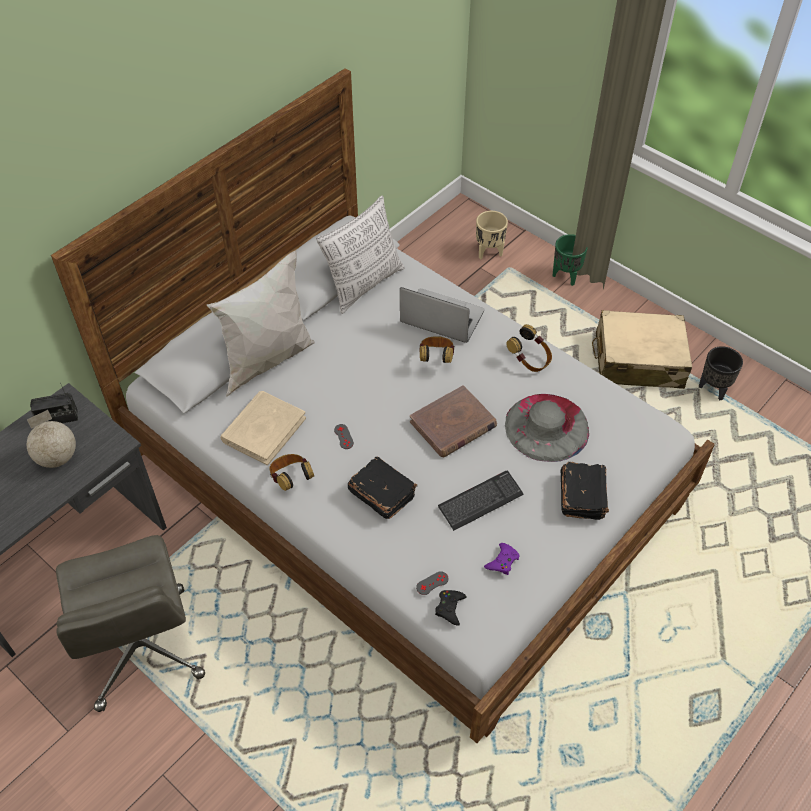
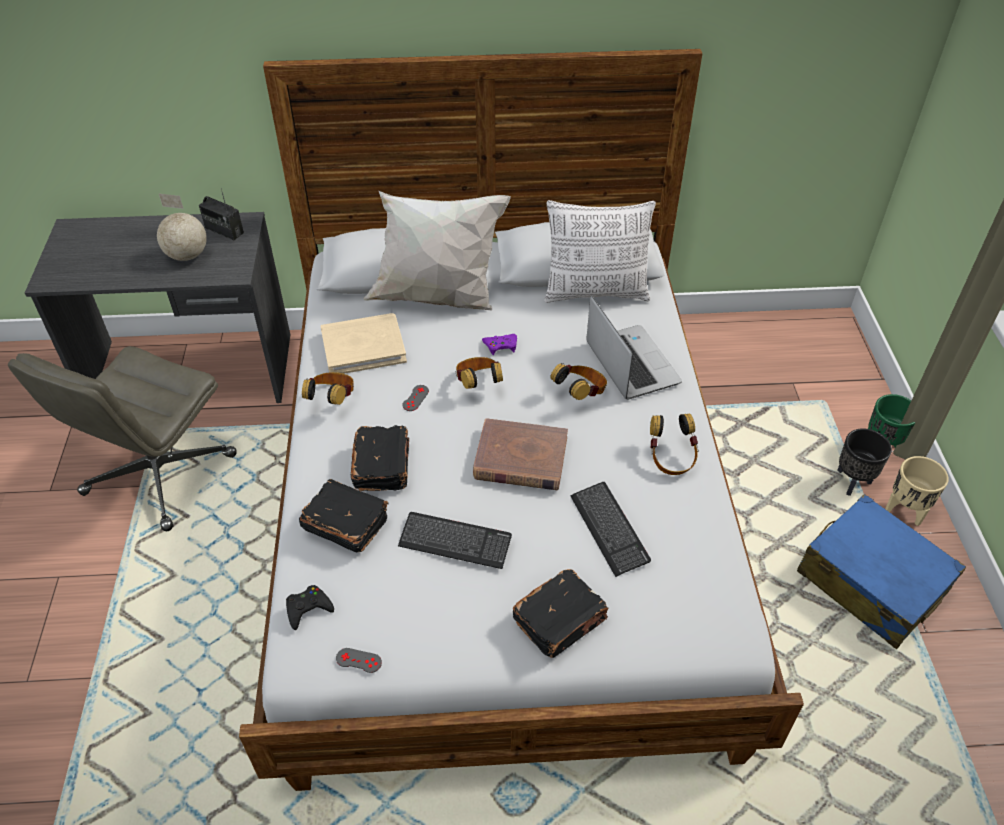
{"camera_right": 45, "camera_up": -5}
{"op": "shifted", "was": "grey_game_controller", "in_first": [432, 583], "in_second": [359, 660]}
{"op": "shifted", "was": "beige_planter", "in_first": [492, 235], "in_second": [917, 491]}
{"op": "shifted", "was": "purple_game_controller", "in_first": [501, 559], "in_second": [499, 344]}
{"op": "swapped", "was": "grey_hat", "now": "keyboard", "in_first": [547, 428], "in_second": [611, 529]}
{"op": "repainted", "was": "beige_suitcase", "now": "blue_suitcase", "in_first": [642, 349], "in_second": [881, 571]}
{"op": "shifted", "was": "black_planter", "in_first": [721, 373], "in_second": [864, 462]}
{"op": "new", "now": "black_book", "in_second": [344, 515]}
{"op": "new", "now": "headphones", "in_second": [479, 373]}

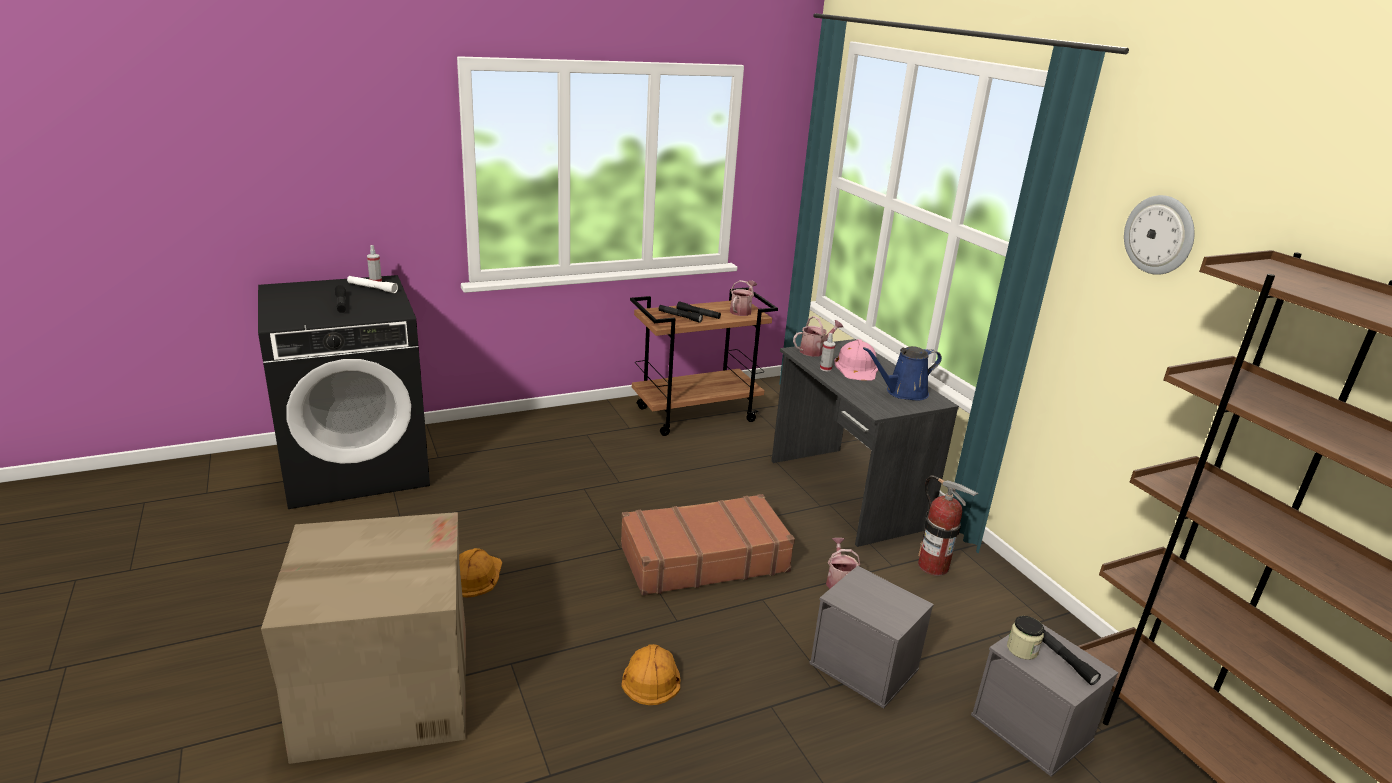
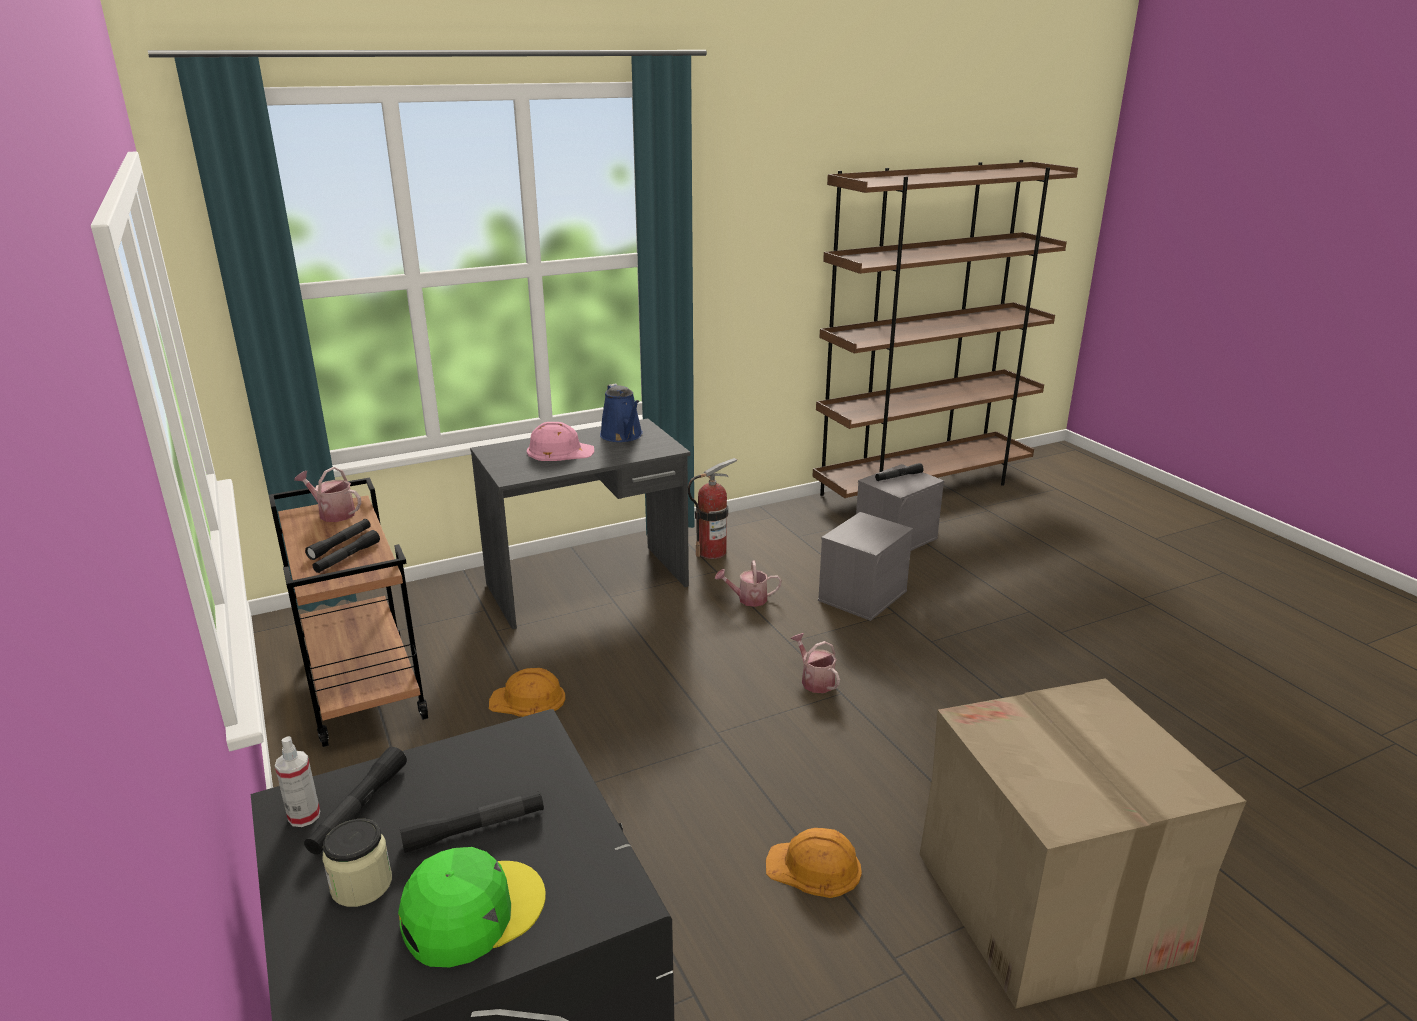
{"camera_right": -90, "camera_up": 0}
{"op": "repainted", "was": "white_flashlight", "now": "black_flashlight", "in_first": [372, 284], "in_second": [355, 801]}
{"op": "gone", "was": "brown_suitcase", "in_first": [708, 545]}
{"op": "shifted", "was": "orange_hard_hat", "in_first": [650, 674], "in_second": [527, 692]}
{"op": "shifted", "was": "watering_can", "in_first": [818, 336], "in_second": [815, 663]}
{"op": "gone", "was": "spray_bottle", "in_first": [828, 352]}
{"op": "shifted", "was": "jar", "in_first": [1025, 638], "in_second": [357, 863]}
{"op": "gone", "was": "wall_clock", "in_first": [1159, 235]}
{"op": "new", "now": "green_cap", "in_second": [472, 907]}

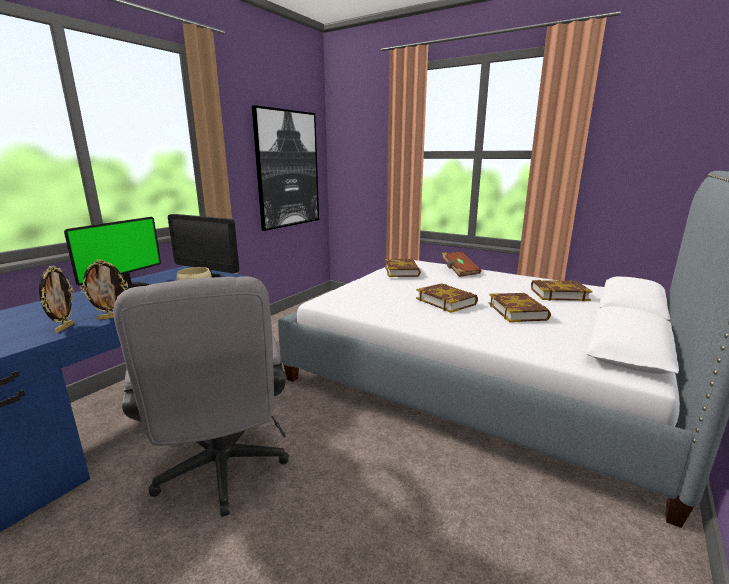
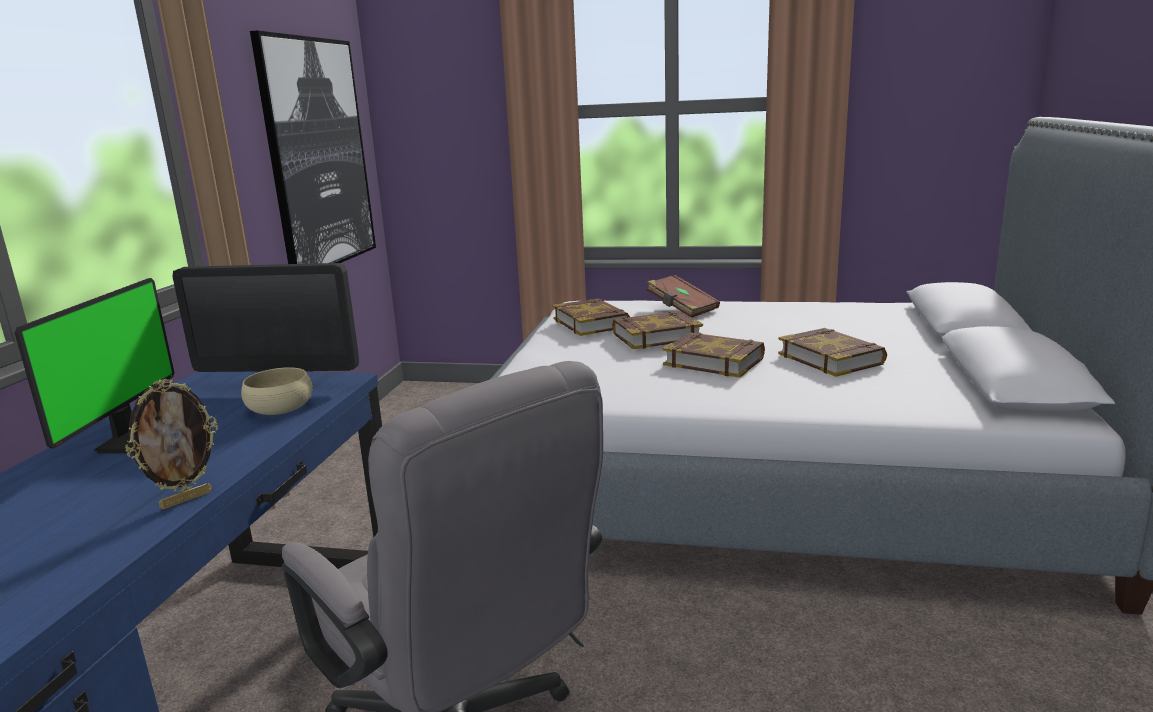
{"camera_right": -20, "camera_up": 0}
{"op": "gone", "was": "picture_frame", "in_first": [56, 299]}
{"op": "shifted", "was": "book", "in_first": [562, 290], "in_second": [657, 330]}

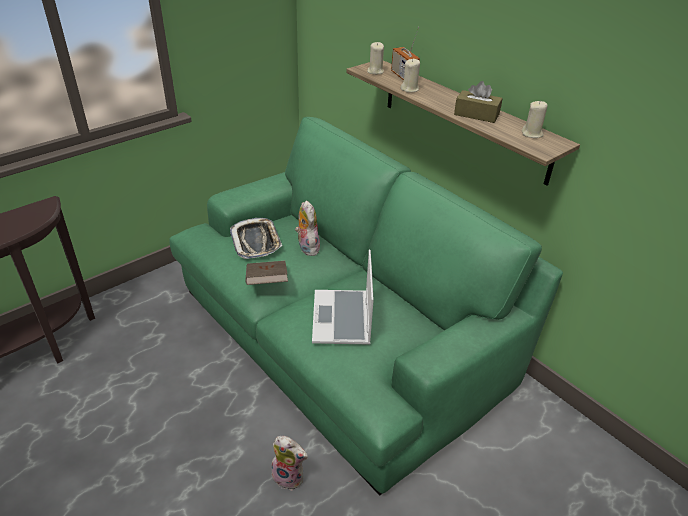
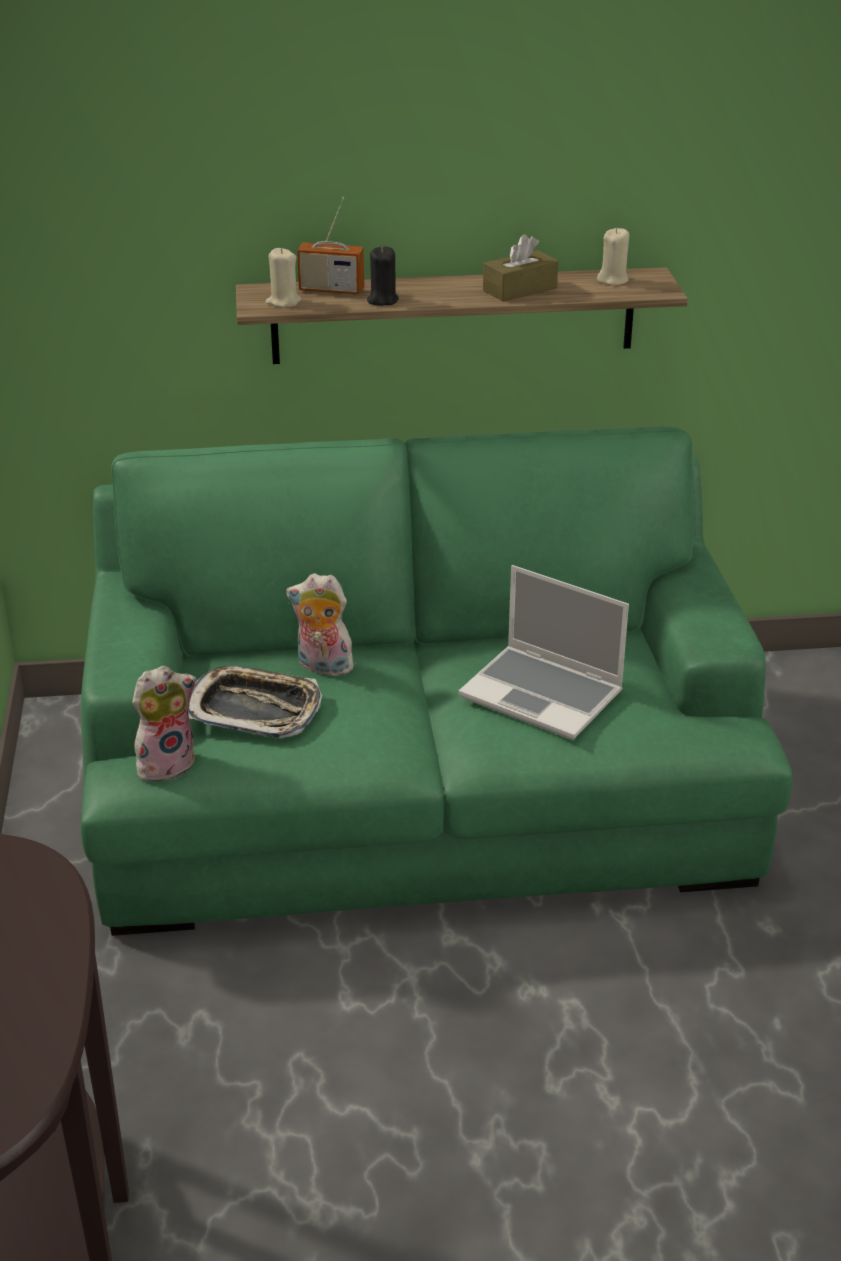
{"camera_right": -55, "camera_up": -5}
{"op": "gone", "was": "brown_book", "in_first": [266, 273]}
{"op": "shifted", "was": "plush_toy", "in_first": [289, 463], "in_second": [164, 724]}
{"op": "repainted", "was": "beige_candle", "now": "black_candle", "in_first": [410, 76], "in_second": [383, 276]}

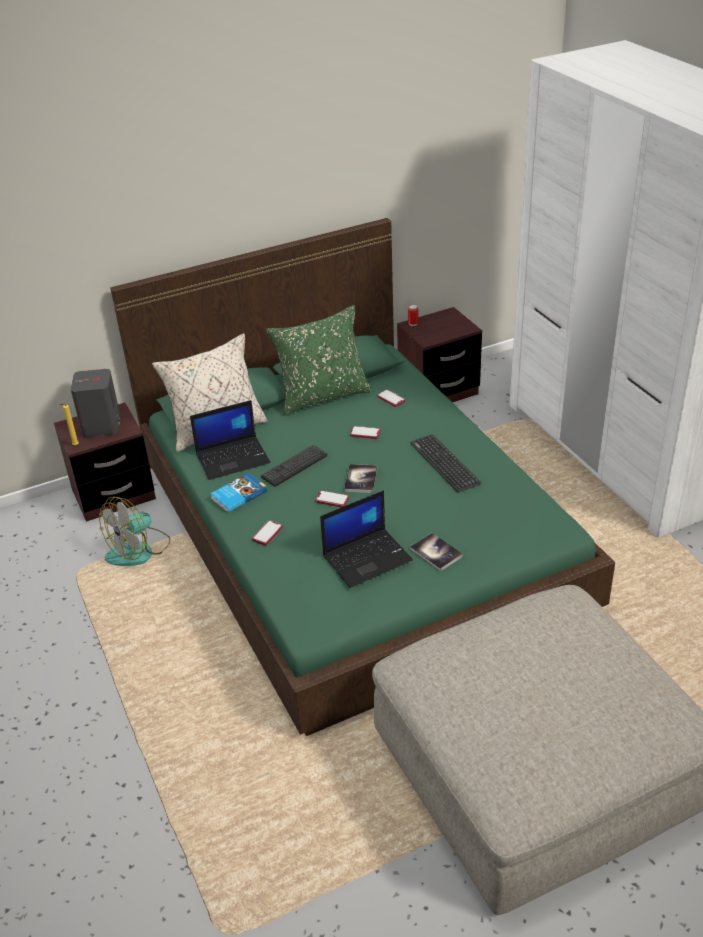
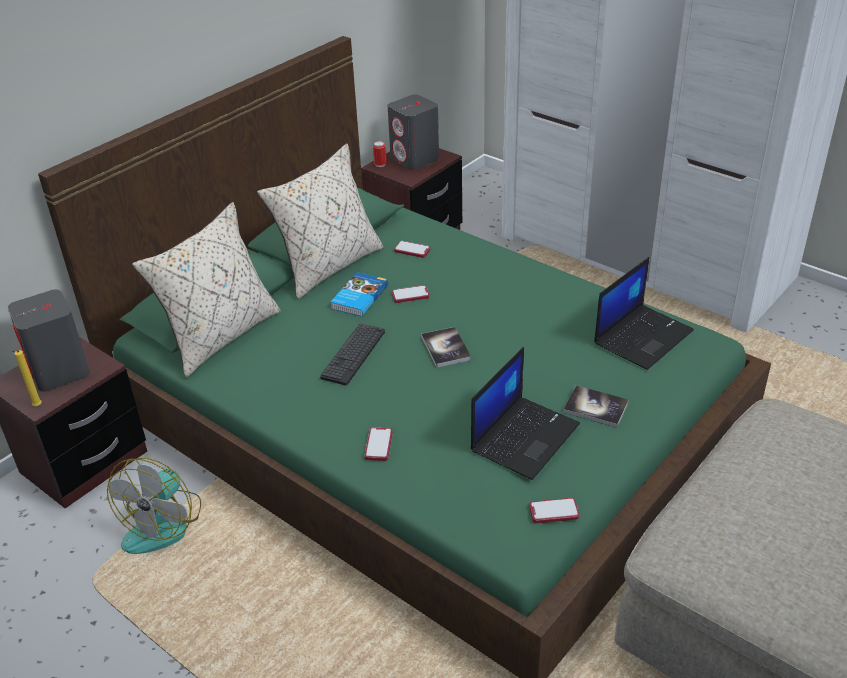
{"camera_right": -25, "camera_up": 0}
{"op": "shifted", "was": "laptop", "in_first": [230, 440], "in_second": [644, 313]}
{"op": "shifted", "was": "book", "in_first": [238, 493], "in_second": [359, 294]}
{"op": "repainted", "was": "green_pillow", "now": "beige_pillow", "in_first": [319, 360], "in_second": [320, 221]}
{"op": "shifted", "was": "phone", "in_first": [332, 498], "in_second": [554, 510]}
{"op": "gone", "was": "keyboard", "in_first": [445, 463]}
{"op": "new", "now": "grey_speaker", "in_second": [413, 132]}

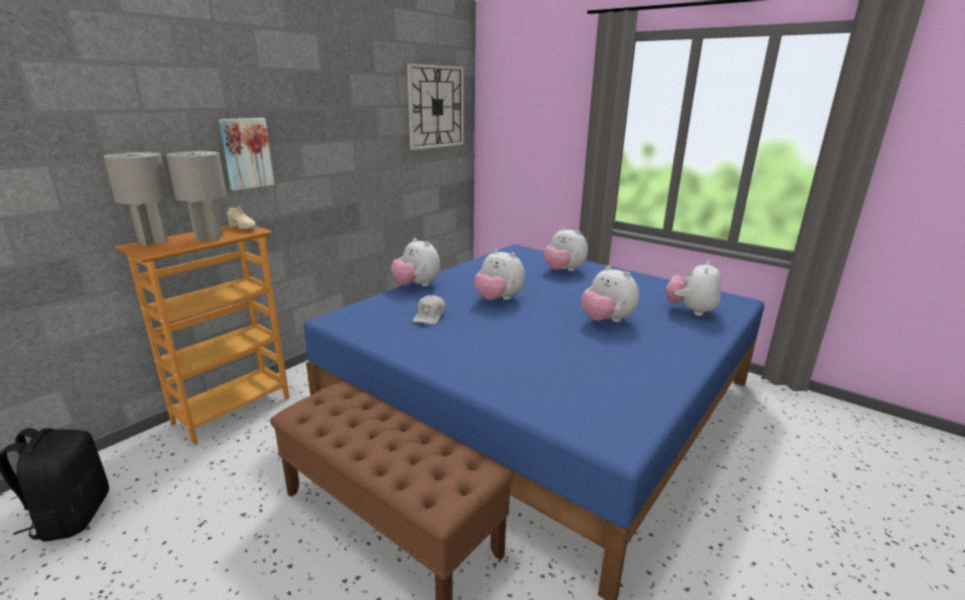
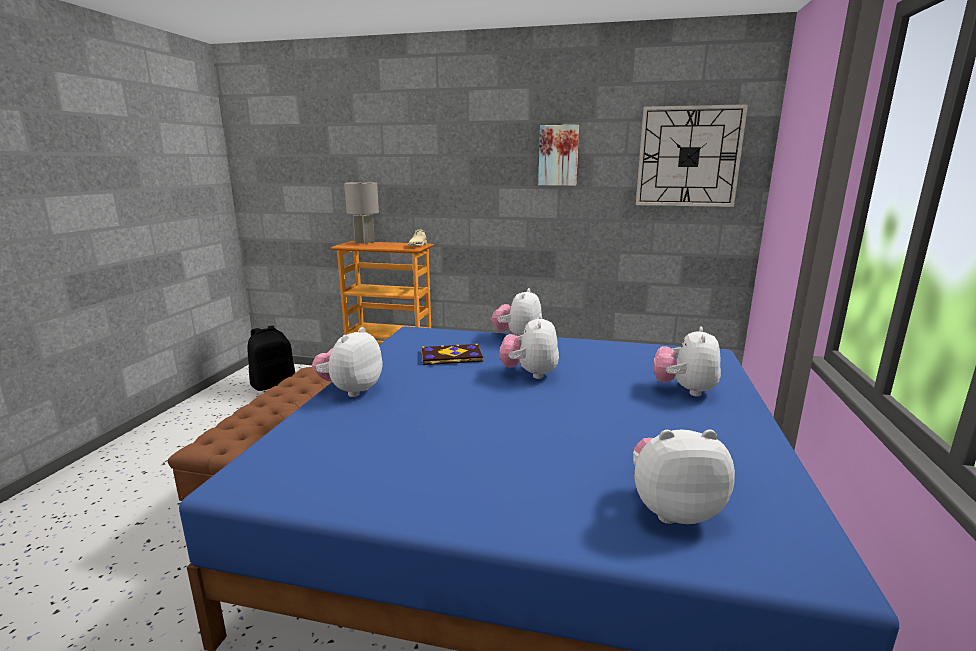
{"camera_right": 65, "camera_up": -5}
{"op": "gone", "was": "grey_table_lamp", "in_first": [196, 196]}
{"op": "shifted", "was": "picture", "in_first": [247, 154], "in_second": [558, 155]}
{"op": "swapped", "was": "white_cap", "now": "book", "in_first": [429, 310], "in_second": [452, 354]}
{"op": "shifted", "was": "plush_toy", "in_first": [610, 294], "in_second": [347, 362]}

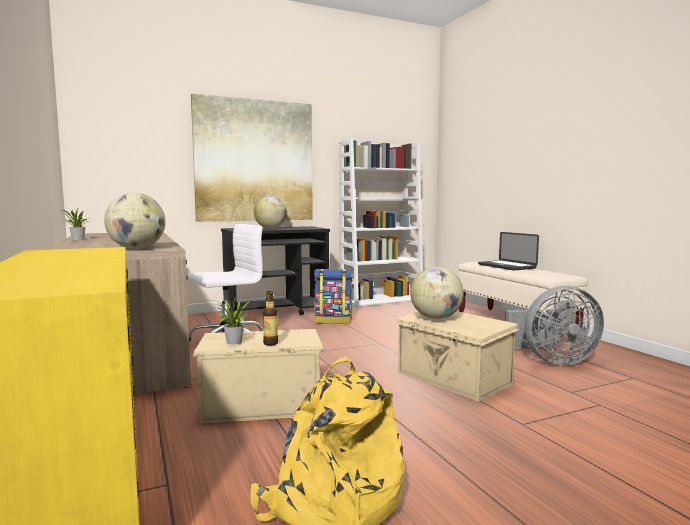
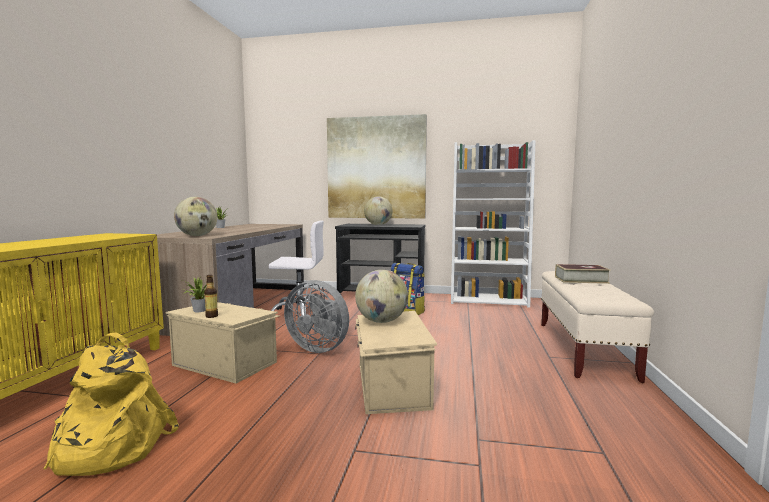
{"camera_right": 35, "camera_up": 0}
{"op": "swapped", "was": "laptop", "now": "book", "in_first": [508, 251], "in_second": [583, 274]}
{"op": "shifted", "was": "grey_fan", "in_first": [554, 325], "in_second": [316, 316]}

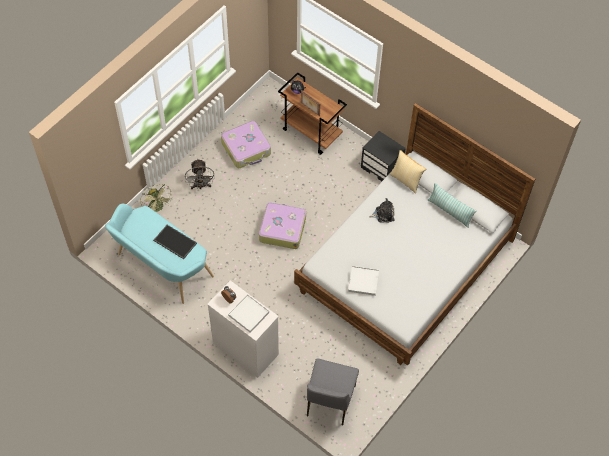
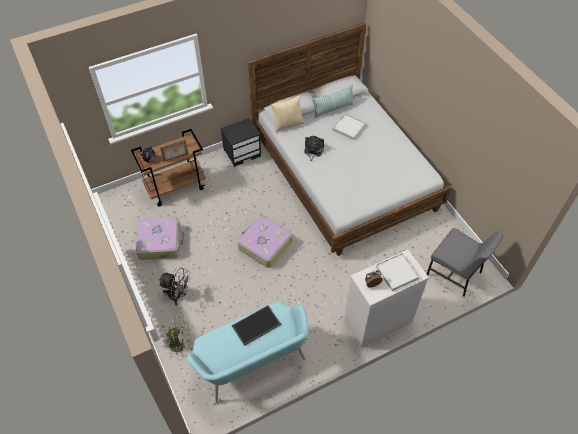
{"camera_right": -65, "camera_up": -5}
{"op": "shifted", "was": "white_tray", "in_first": [363, 281], "in_second": [349, 127]}

